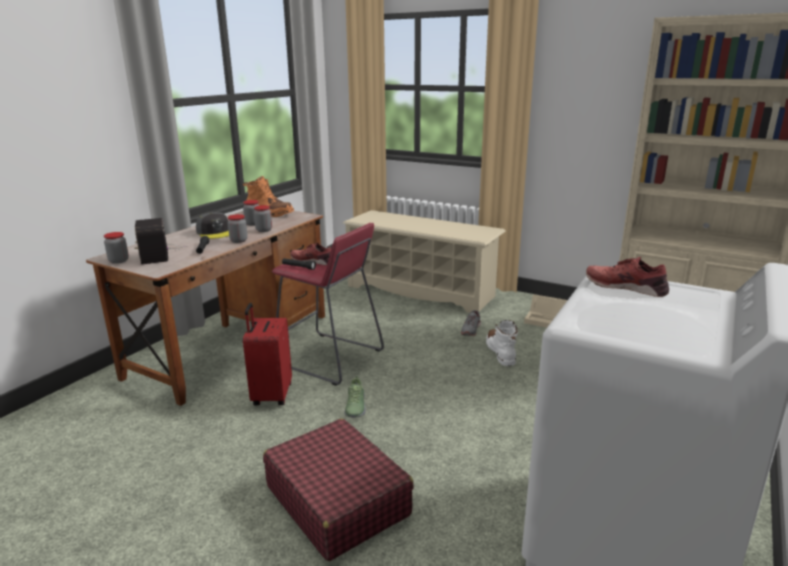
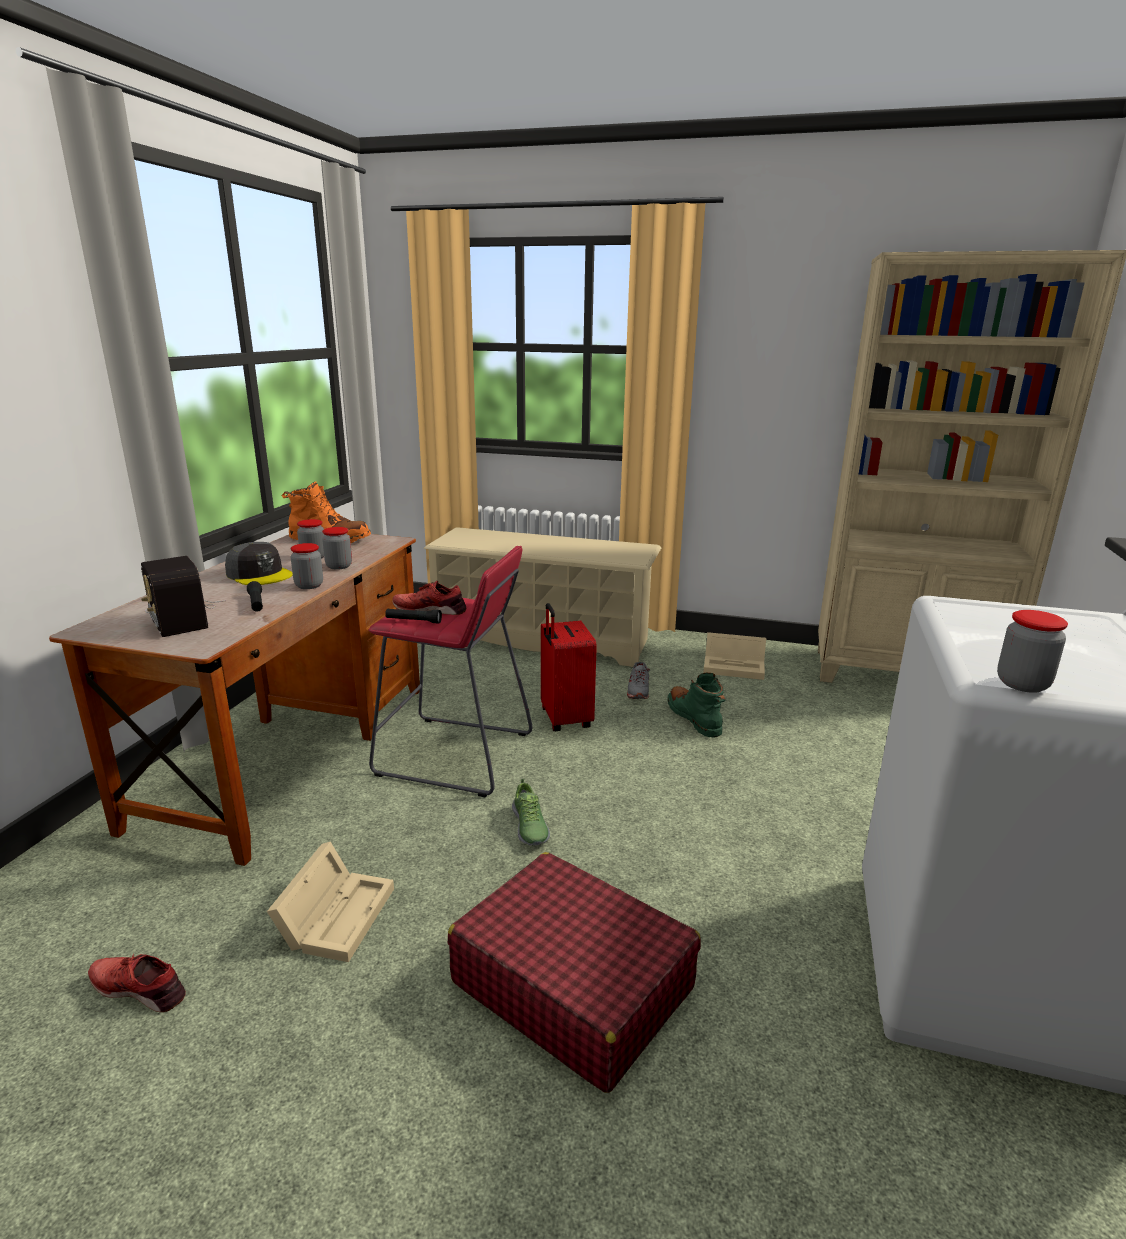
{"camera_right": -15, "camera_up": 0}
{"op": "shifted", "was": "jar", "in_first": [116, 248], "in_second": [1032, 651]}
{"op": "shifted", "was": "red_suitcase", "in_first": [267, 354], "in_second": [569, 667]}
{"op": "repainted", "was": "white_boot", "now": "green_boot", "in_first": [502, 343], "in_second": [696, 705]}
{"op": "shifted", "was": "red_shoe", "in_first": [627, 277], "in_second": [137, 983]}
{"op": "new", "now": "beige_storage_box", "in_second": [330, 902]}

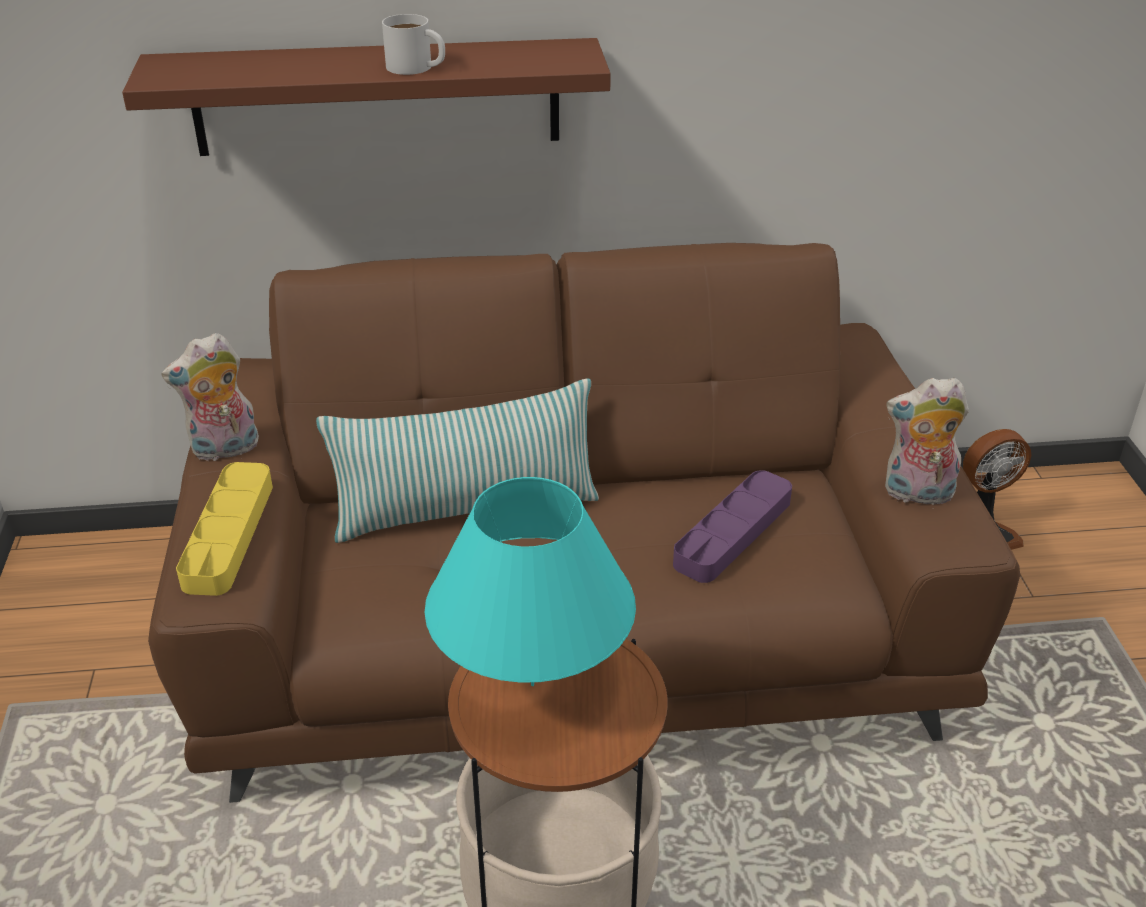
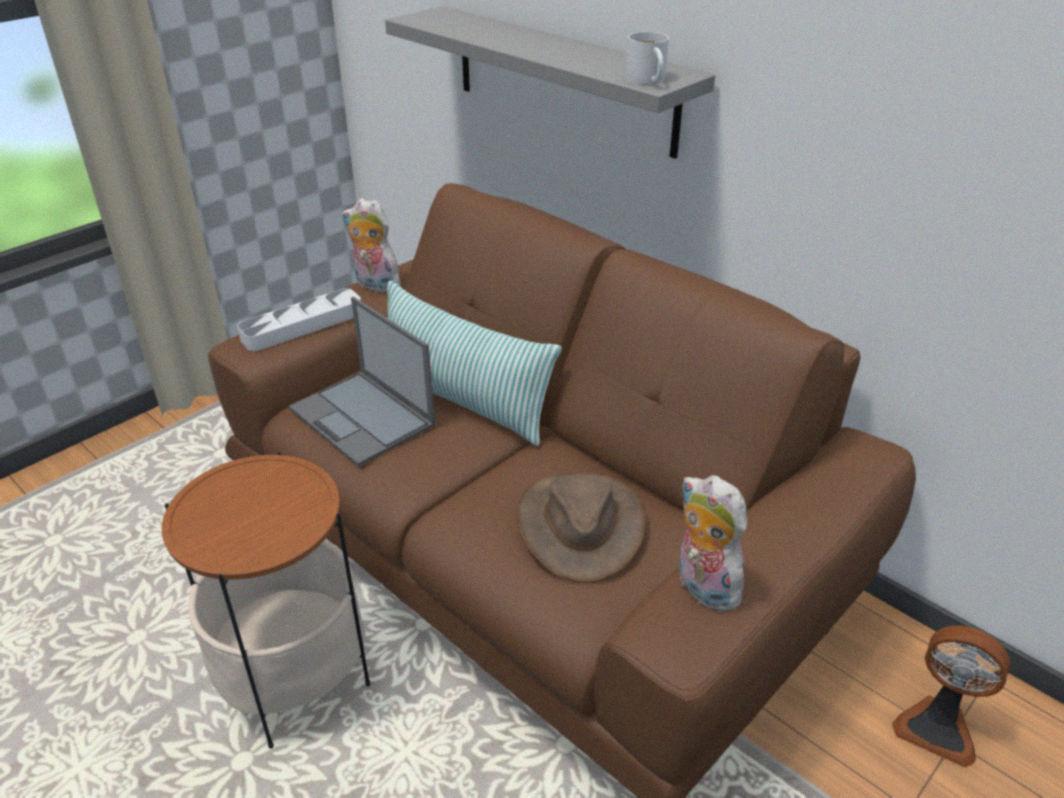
{"camera_right": 50, "camera_up": 0}
{"op": "repainted", "was": "brown_shelf", "now": "grey_shelf", "in_first": [366, 97], "in_second": [550, 82]}
{"op": "repainted", "was": "yellow_tray", "now": "grey_tray", "in_first": [224, 529], "in_second": [299, 320]}
{"op": "shifted", "was": "white_mug", "in_first": [413, 44], "in_second": [647, 58]}
{"op": "gone", "was": "turquoise_table_lamp", "in_first": [530, 581]}
{"op": "swapped", "was": "purple_tray", "now": "brown_hat", "in_first": [732, 526], "in_second": [581, 528]}
{"op": "new", "now": "laptop", "in_second": [362, 381]}

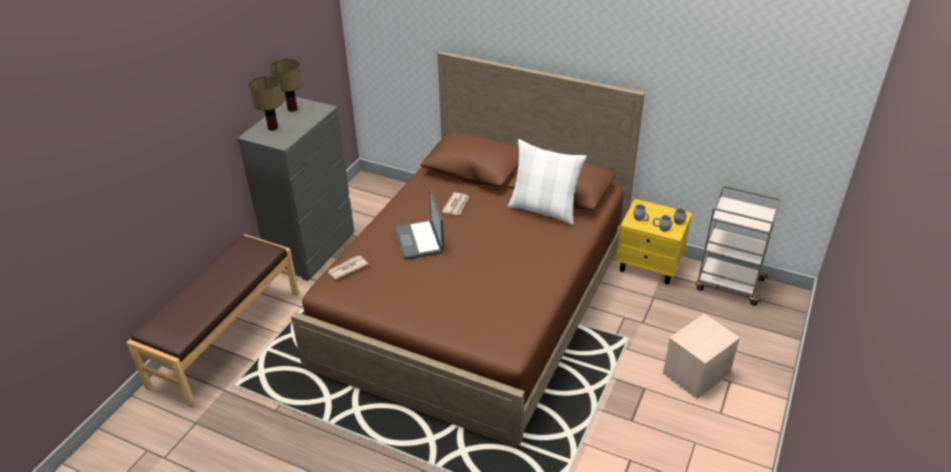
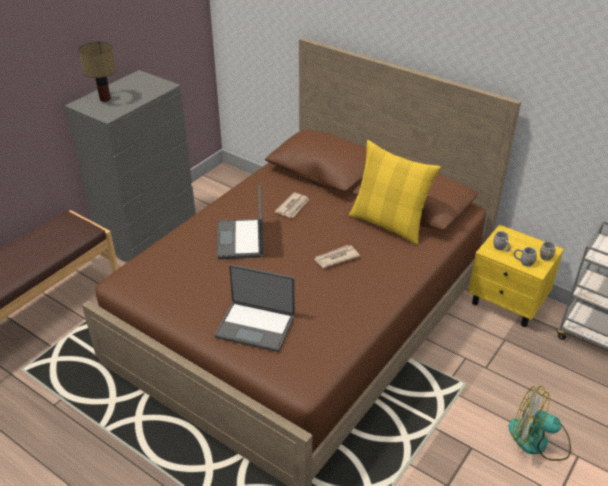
{"camera_right": 10, "camera_up": 0}
{"op": "gone", "was": "table_lamp", "in_first": [286, 85]}
{"op": "shifted", "was": "newspaper", "in_first": [348, 267], "in_second": [337, 256]}
{"op": "repainted", "was": "white_pillow", "now": "yellow_pillow", "in_first": [547, 182], "in_second": [395, 192]}
{"op": "swapped", "was": "beige_storage_box", "now": "fan", "in_first": [701, 356], "in_second": [540, 423]}
{"op": "new", "now": "laptop", "in_second": [254, 308]}

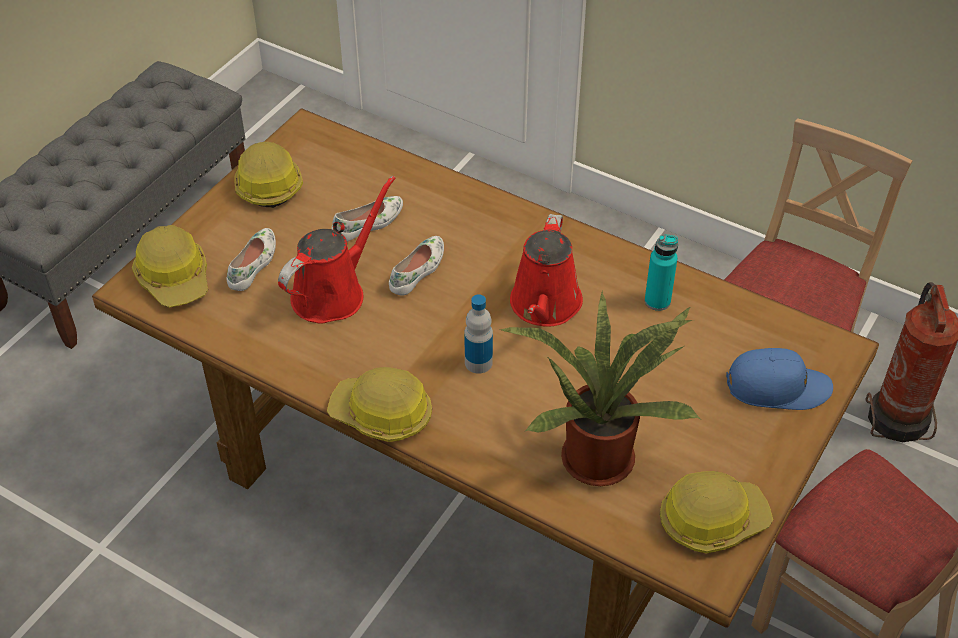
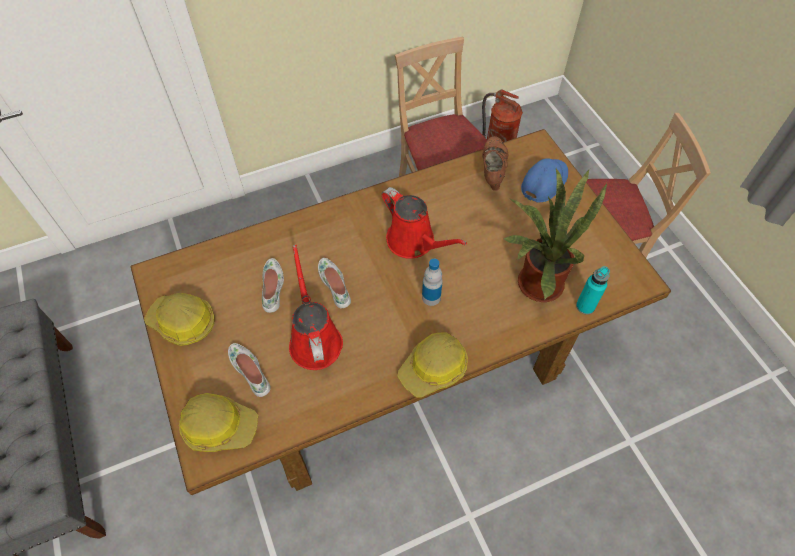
{"camera_right": -55, "camera_up": 10}
{"op": "shifted", "was": "turquoise_bottle", "in_first": [661, 273], "in_second": [593, 290]}
{"op": "gone", "was": "hard_hat", "in_first": [716, 512]}
{"op": "new", "now": "brown_shoe", "in_second": [495, 163]}

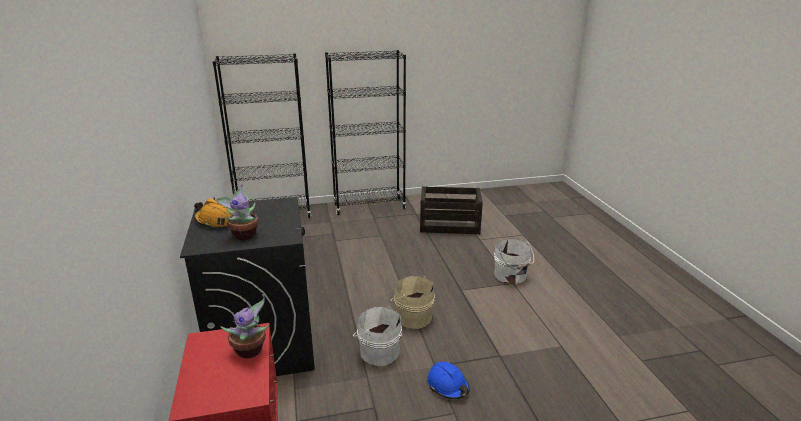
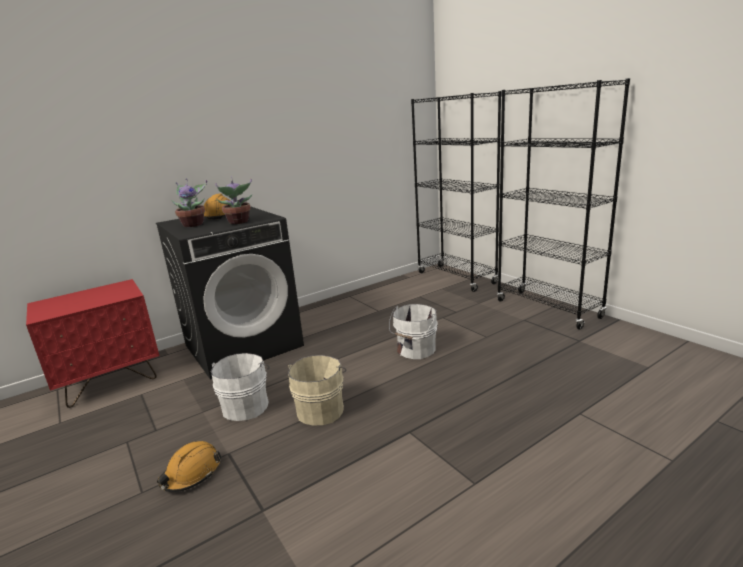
{"camera_right": 70, "camera_up": -5}
{"op": "shifted", "was": "potted_plant", "in_first": [245, 326], "in_second": [233, 200]}
{"op": "gone", "was": "crate", "in_first": [451, 210]}
{"op": "repainted", "was": "blue_hard_hat", "now": "orange_hard_hat", "in_first": [448, 380], "in_second": [189, 466]}
{"op": "shifted", "was": "white_bucket", "in_first": [514, 261], "in_second": [413, 331]}

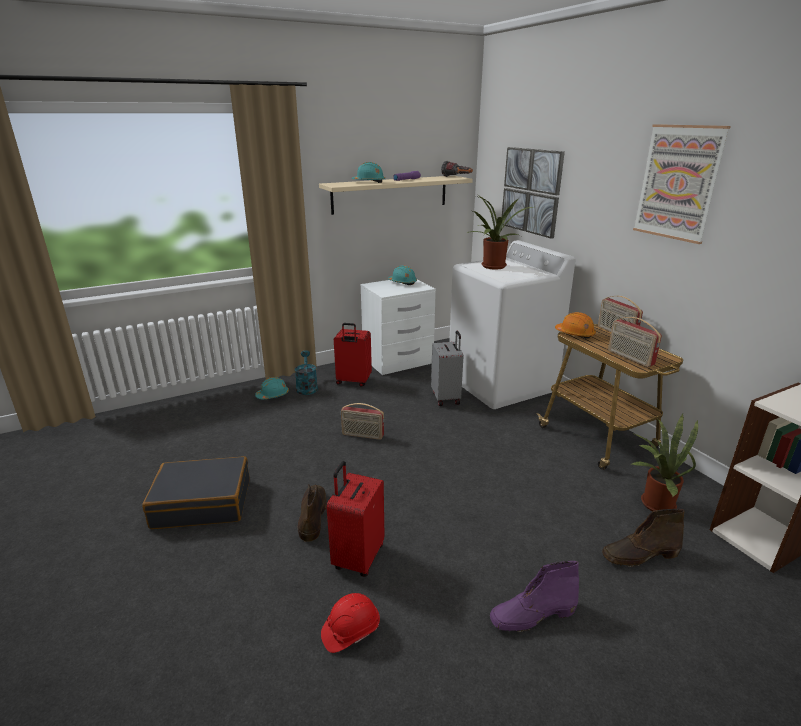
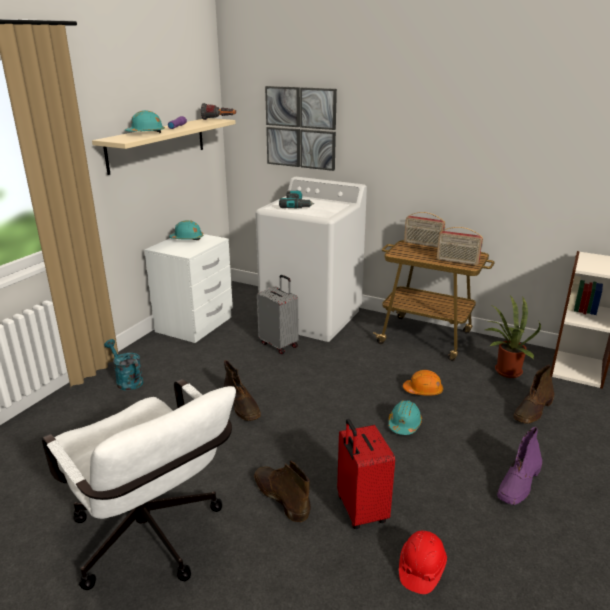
{"camera_right": -35, "camera_up": 0}
{"op": "swapped", "was": "black_suitcase", "now": "white_office_chair", "in_first": [196, 492], "in_second": [138, 484]}
{"op": "shifted", "was": "turquoise_hard_hat", "in_first": [272, 388], "in_second": [405, 417]}
{"op": "gone", "was": "red_suitcase", "in_first": [353, 355]}
{"op": "swapped", "was": "radio", "now": "brown_boot", "in_first": [362, 421], "in_second": [242, 390]}
{"op": "swapped", "was": "potted_plant", "now": "power_drill", "in_first": [500, 231], "in_second": [296, 199]}
{"op": "shifted", "was": "orange_hard_hat", "in_first": [575, 325], "in_second": [423, 383]}
{"op": "gone", "was": "picture", "in_first": [682, 184]}

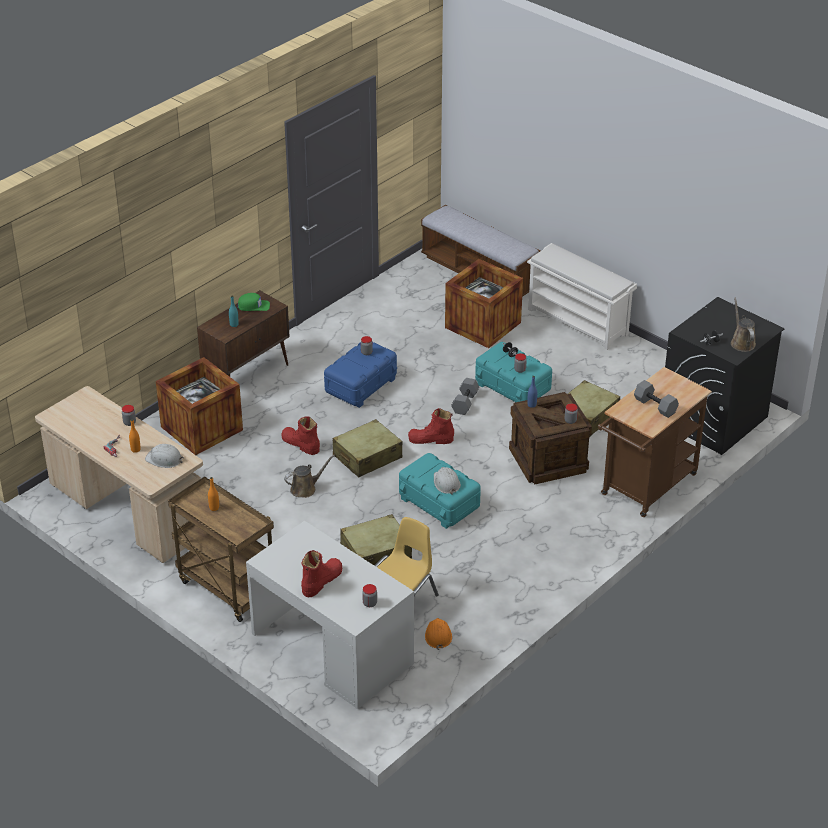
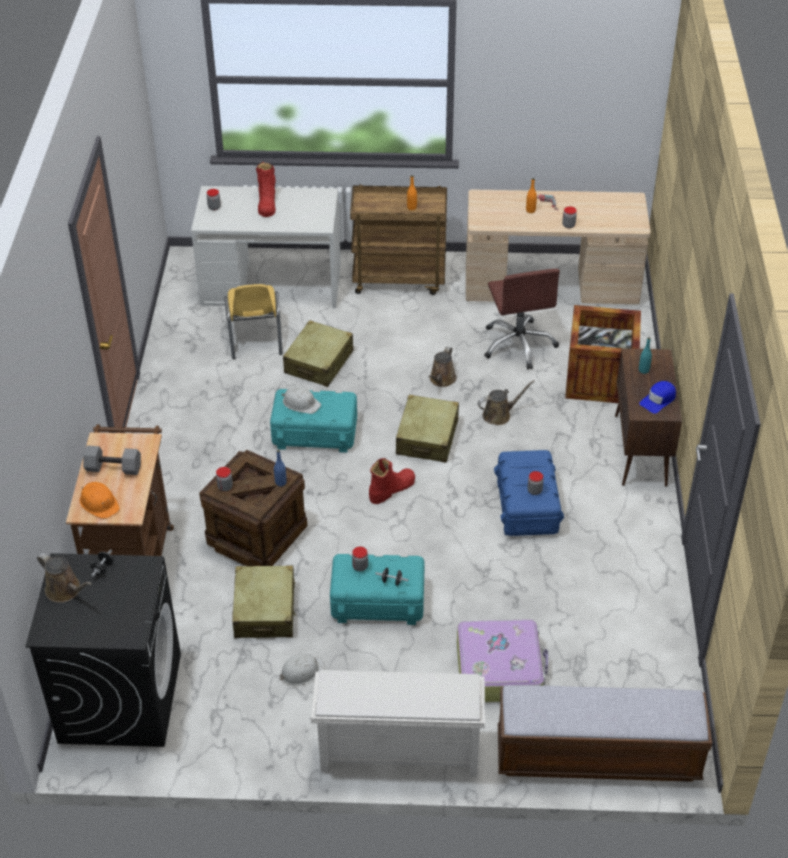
{"camera_right": 140, "camera_up": 5}
{"op": "shifted", "was": "white_hard_hat", "in_first": [164, 456], "in_second": [303, 670]}
{"op": "repainted", "was": "green_cap", "now": "blue_cap", "in_first": [254, 302], "in_second": [657, 397]}
{"op": "swapped", "was": "red_boot", "now": "brown_watering_can", "in_first": [300, 436], "in_second": [506, 402]}
{"op": "shifted", "was": "orange_hard_hat", "in_first": [438, 634], "in_second": [100, 500]}
{"op": "swapped", "was": "crate", "now": "suitcase", "in_first": [484, 303], "in_second": [502, 660]}
{"op": "gone", "was": "grey_dumbbell", "in_first": [465, 396]}
{"op": "new", "now": "brown_office_chair", "in_second": [522, 319]}

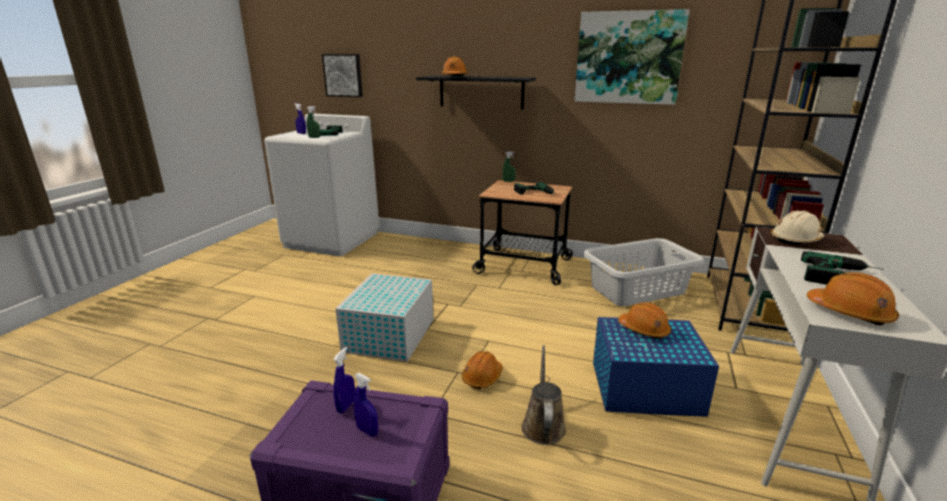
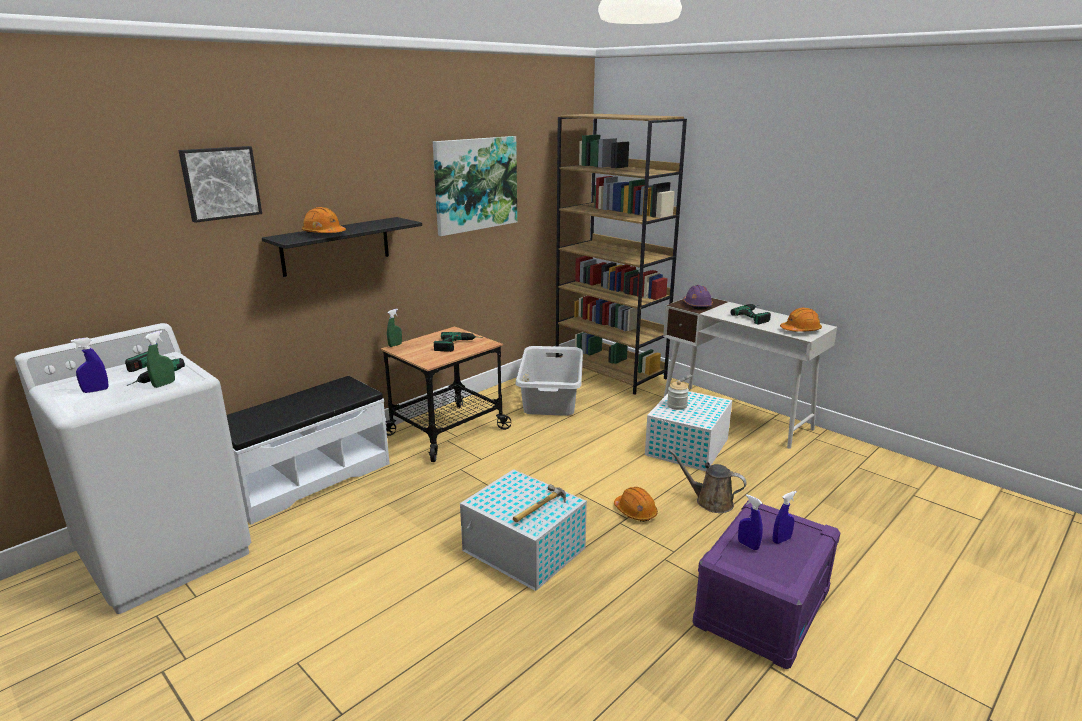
{"camera_right": -65, "camera_up": 0}
{"op": "shifted", "was": "picture", "in_first": [342, 75], "in_second": [220, 184]}
{"op": "repainted", "was": "blue_storage_box", "now": "white_storage_box", "in_first": [656, 367], "in_second": [688, 431]}
{"op": "swapped", "was": "orange_hard_hat", "now": "jar", "in_first": [644, 320], "in_second": [678, 395]}
{"op": "repainted", "was": "beige_hard_hat", "now": "purple_hard_hat", "in_first": [797, 227], "in_second": [698, 297]}
{"op": "new", "now": "white_bench", "in_second": [308, 450]}
{"op": "new", "now": "hammer", "in_second": [539, 503]}

